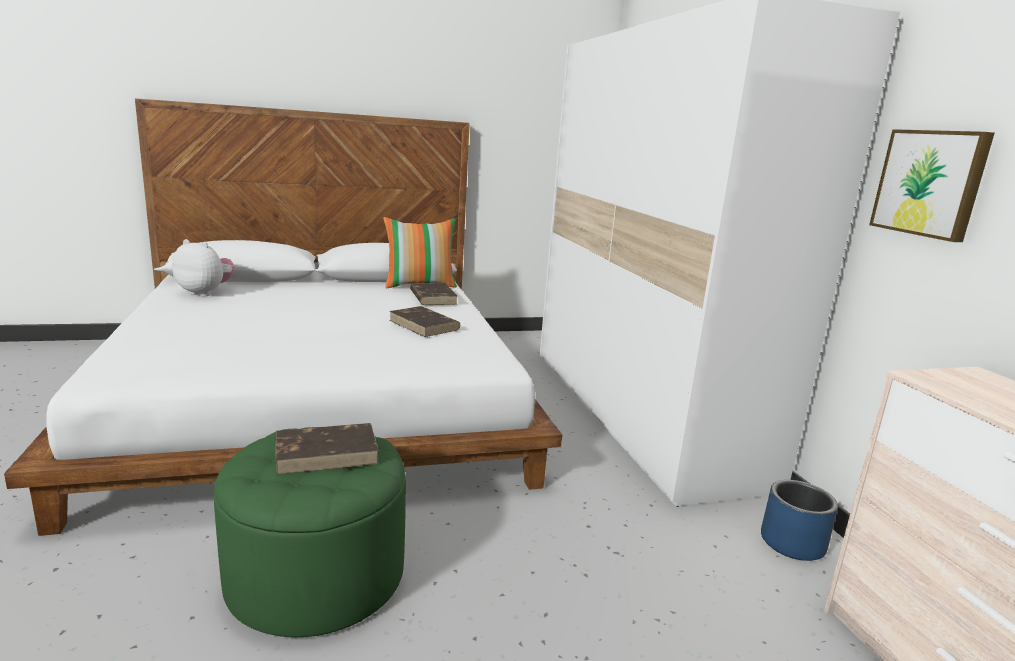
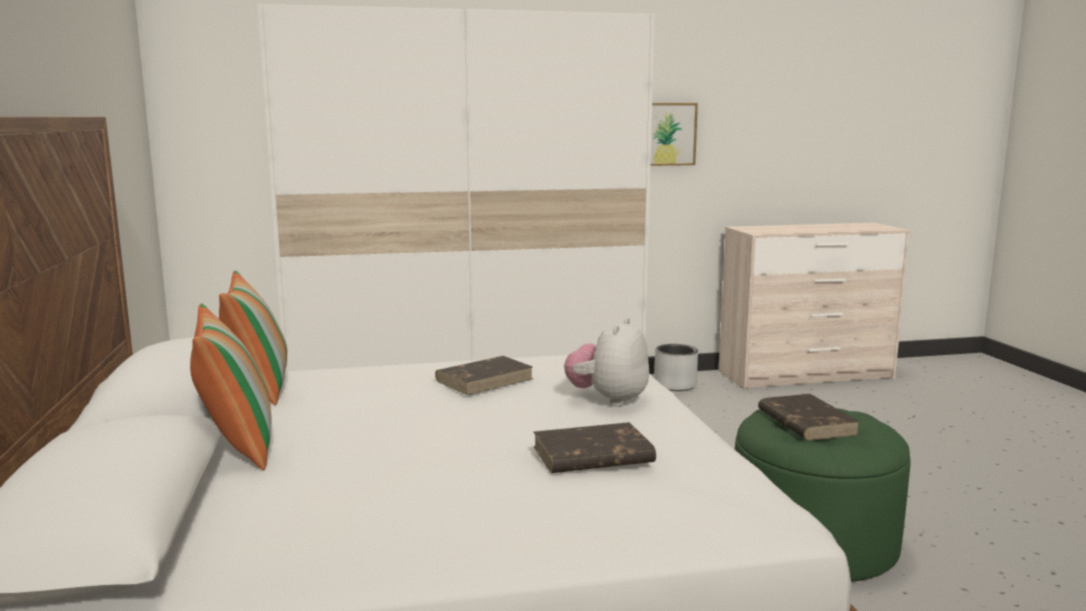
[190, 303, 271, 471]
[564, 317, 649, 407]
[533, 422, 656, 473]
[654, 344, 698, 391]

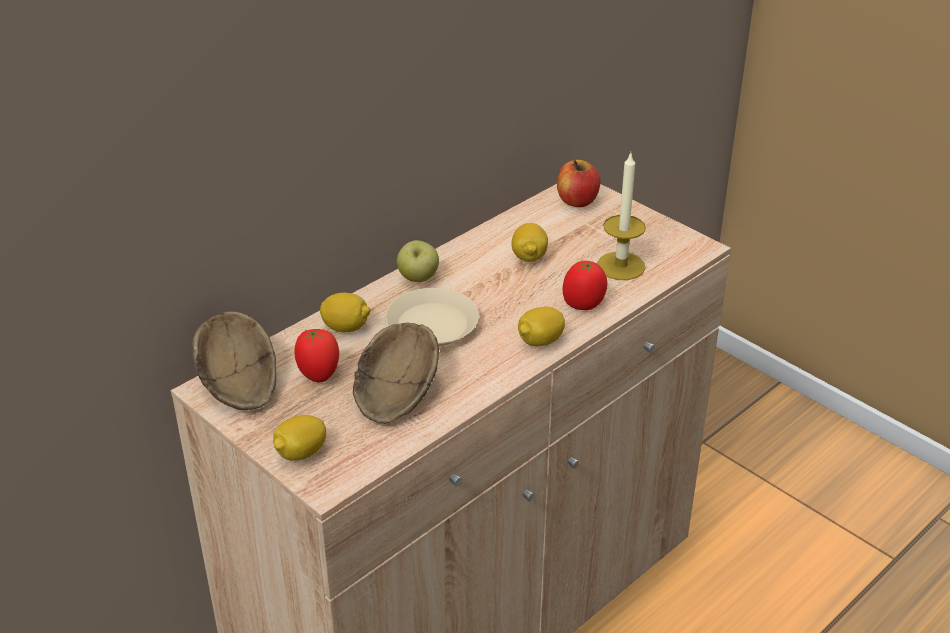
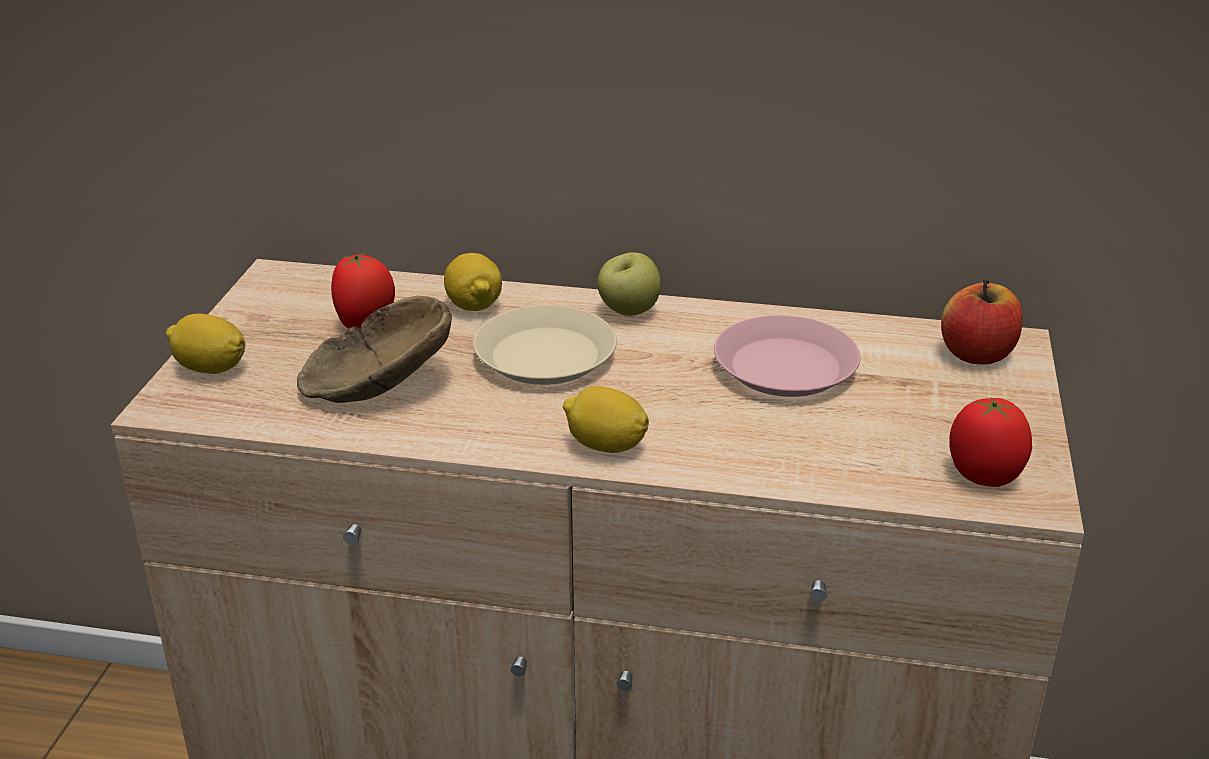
[192, 311, 276, 410] (first image)
[597, 151, 646, 280] (first image)
[949, 397, 1032, 487]
[714, 315, 860, 397]

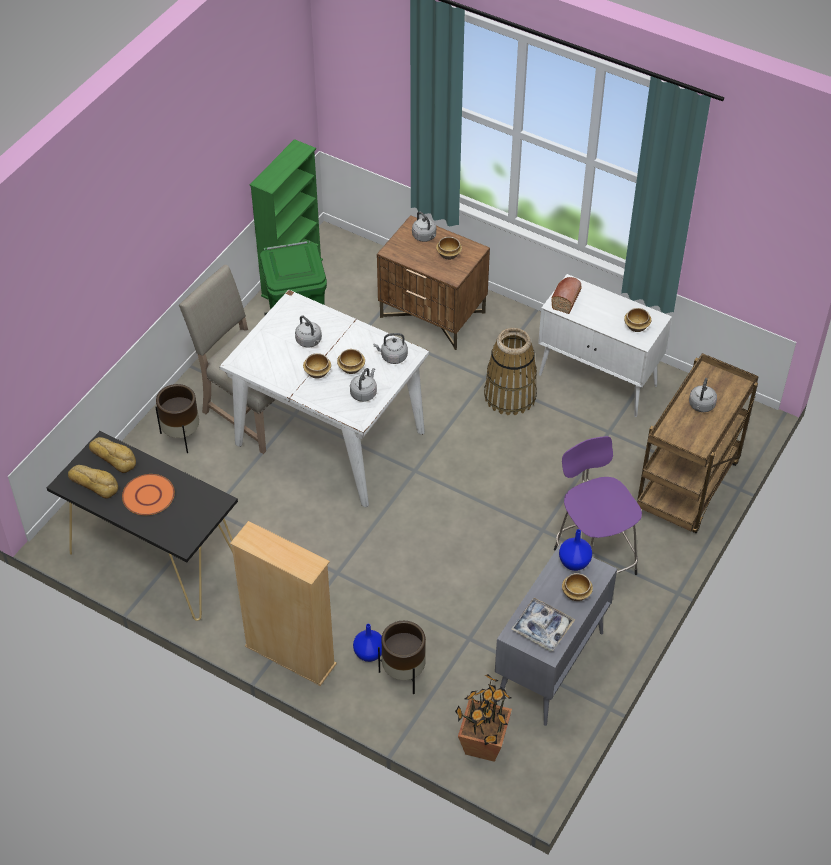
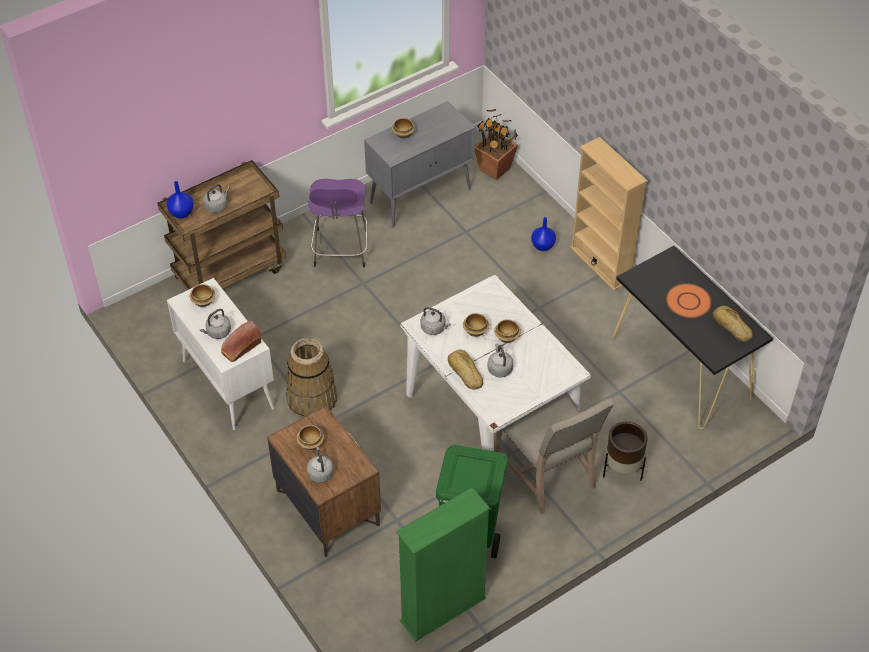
[378, 621, 426, 694] (first image)
[511, 598, 575, 651] (first image)
[448, 350, 483, 390]
[200, 309, 231, 339]
[167, 181, 194, 219]

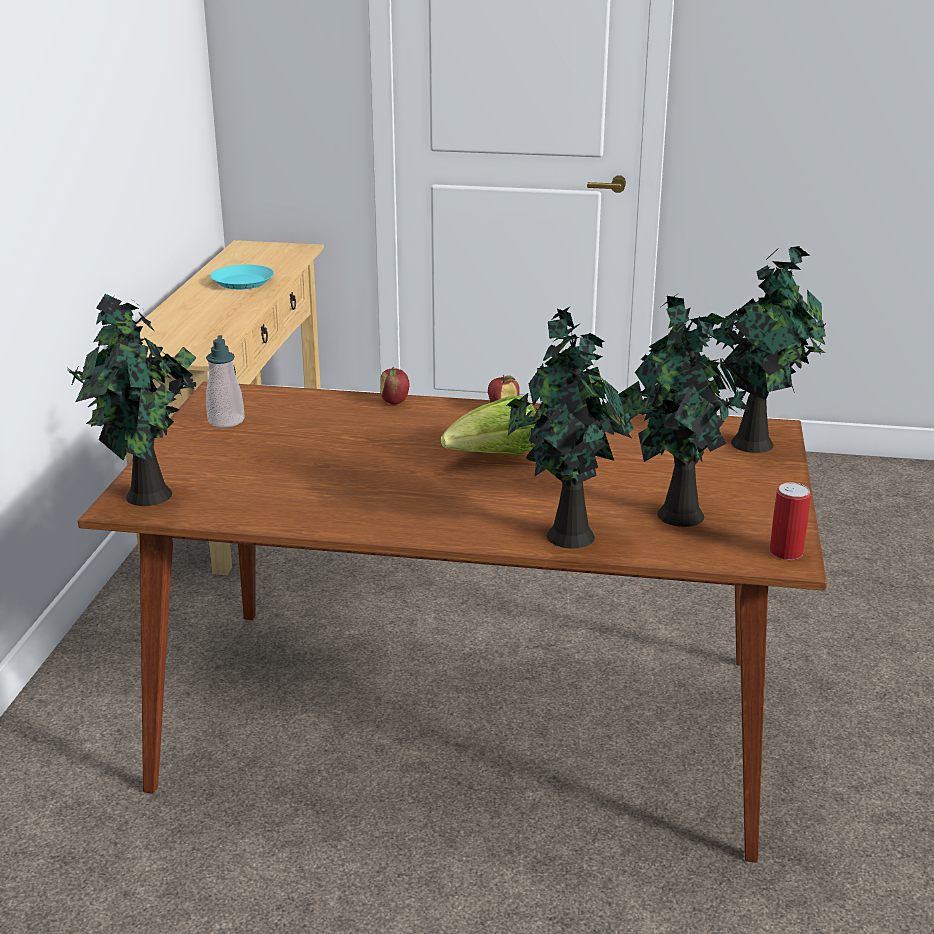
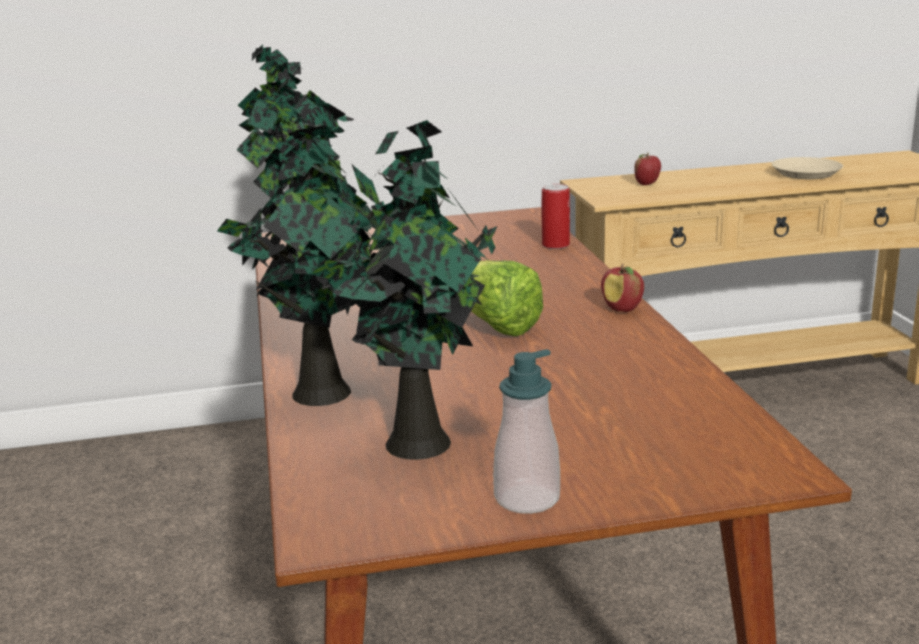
[707, 246, 826, 453] (first image)
[493, 349, 560, 514]
[634, 152, 661, 185]
[542, 184, 570, 249]
[772, 157, 843, 179]

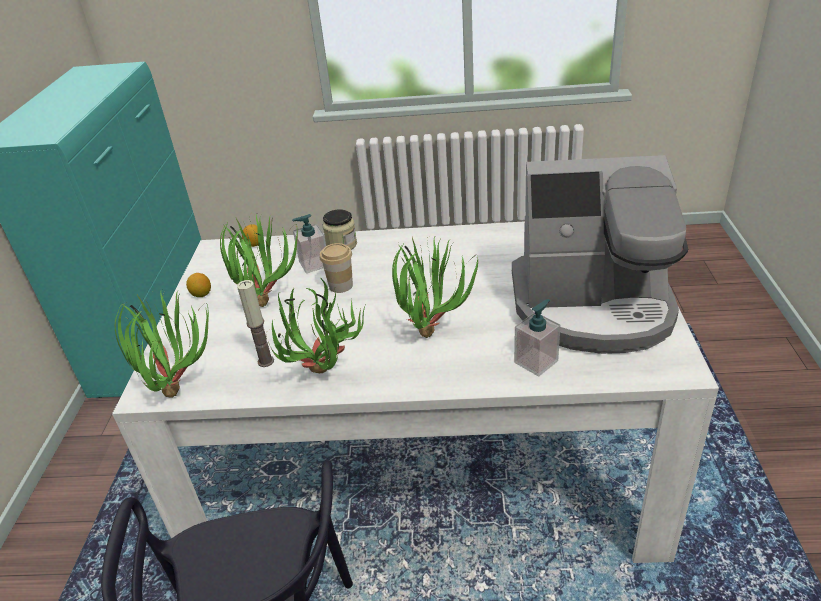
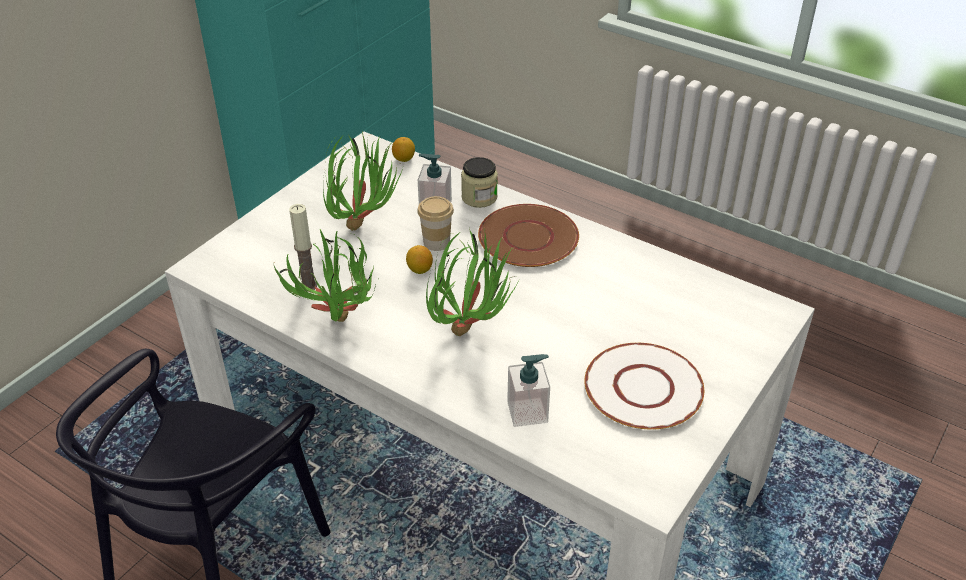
[115, 291, 209, 398] (first image)
[478, 204, 579, 267]
[406, 245, 433, 274]
[584, 343, 704, 430]

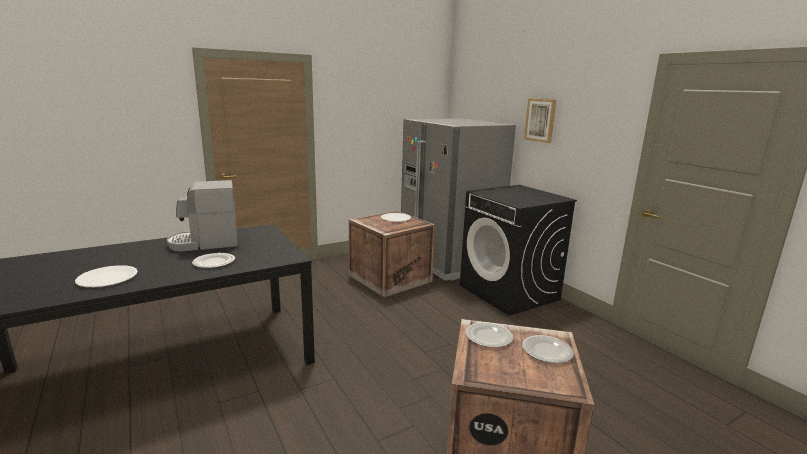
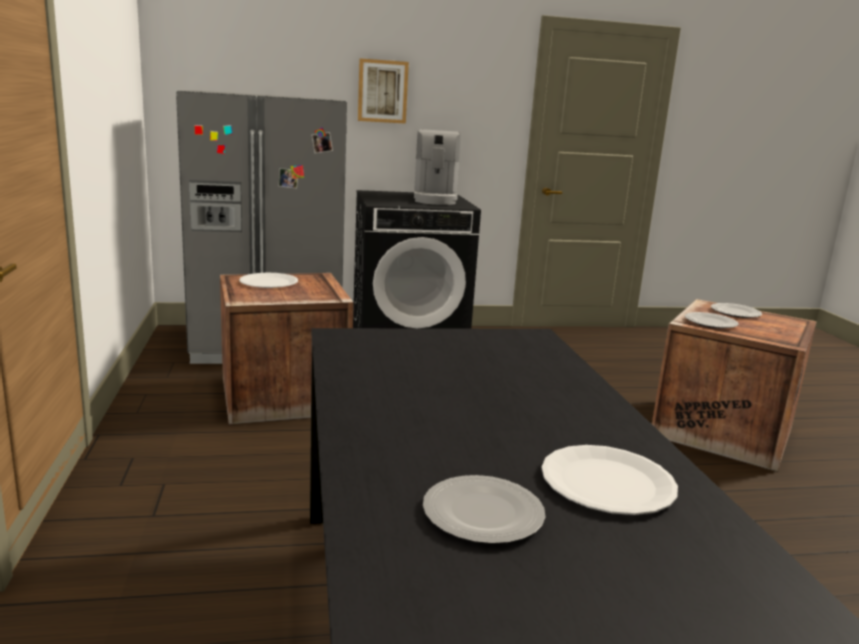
[414, 129, 461, 205]
[423, 475, 546, 544]

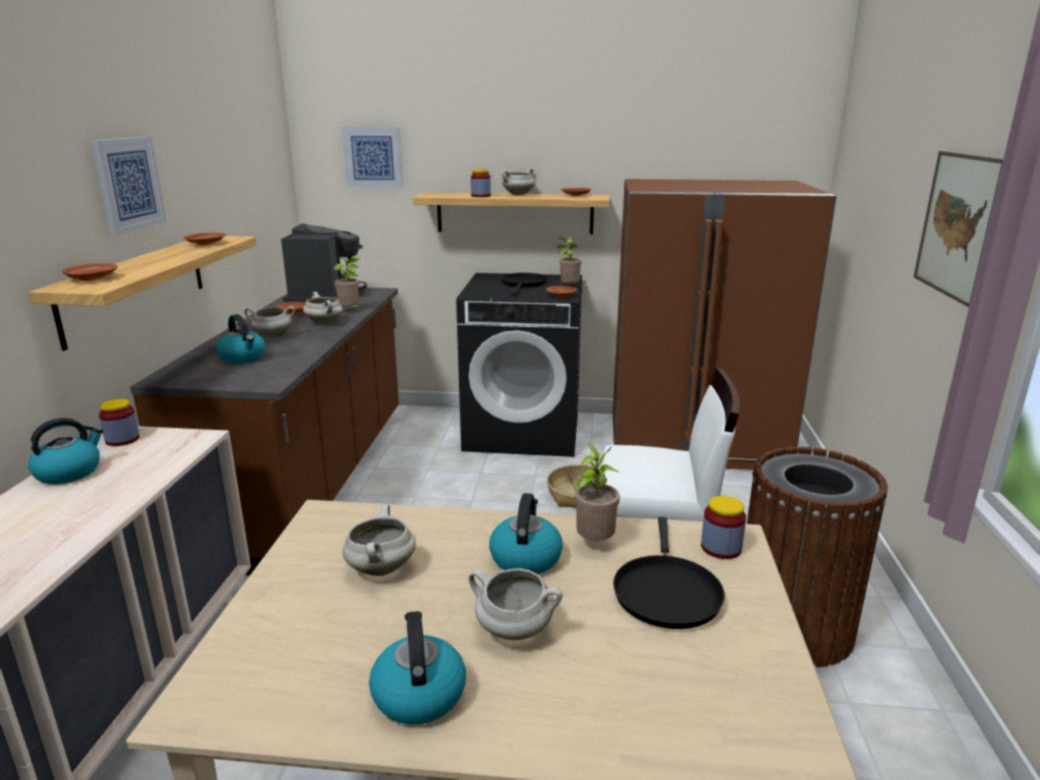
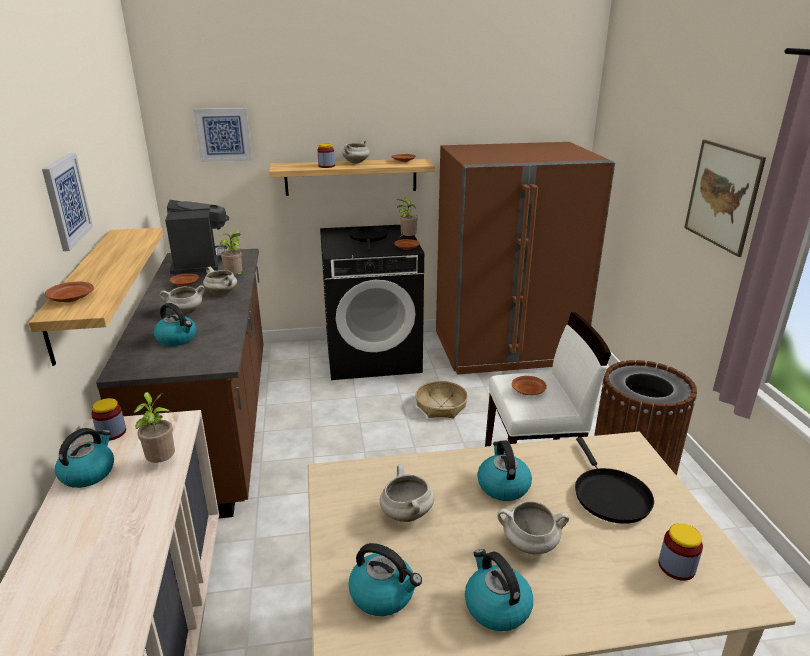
[348, 543, 422, 616]
[512, 376, 547, 395]
[134, 392, 175, 463]
[659, 523, 703, 581]

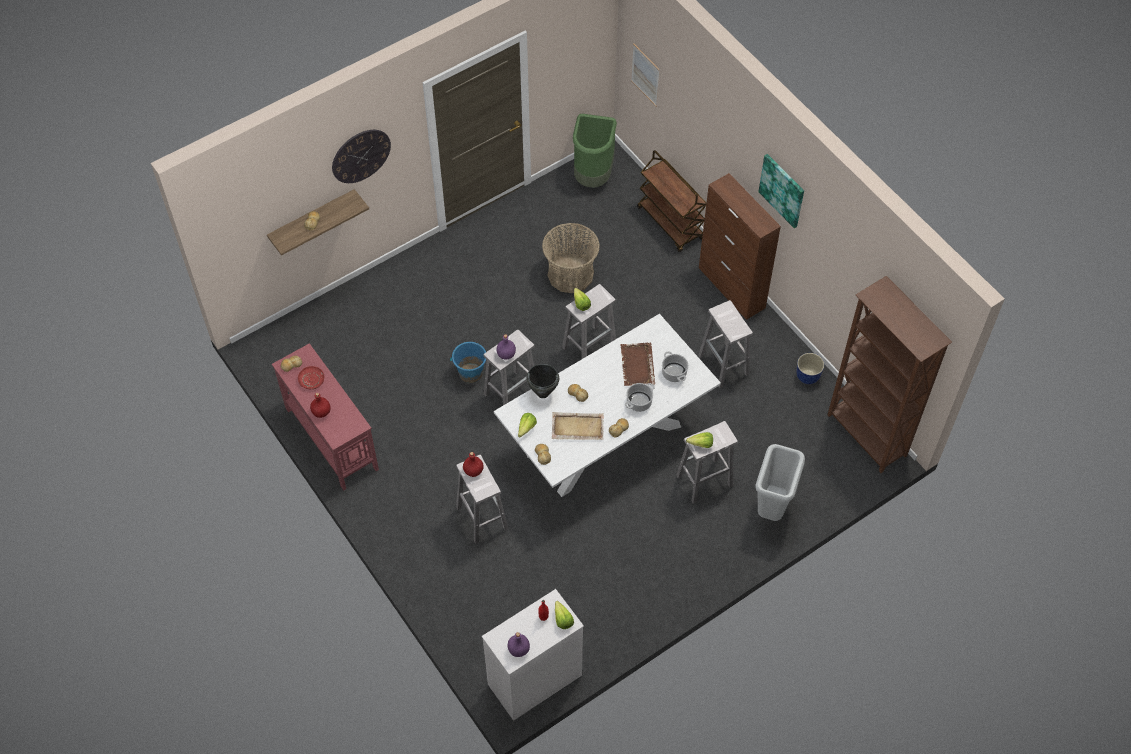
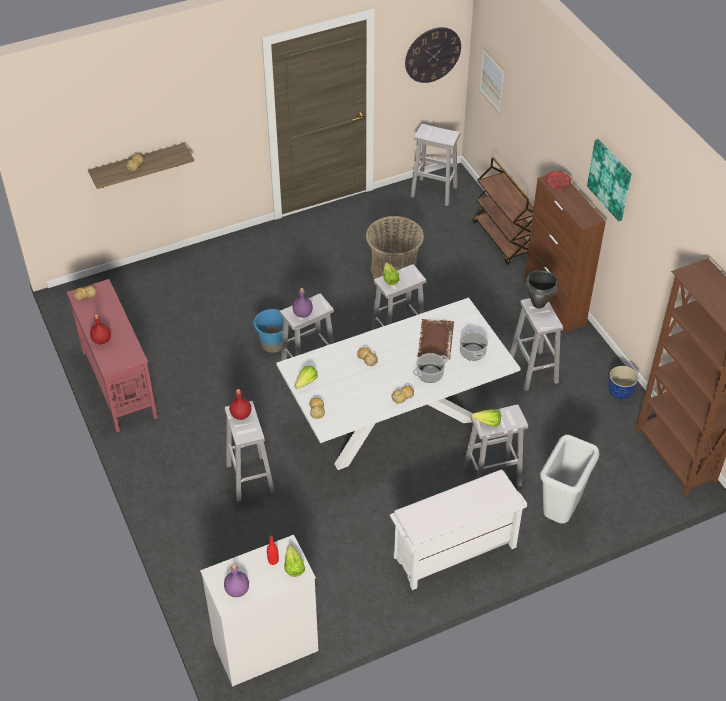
[551, 412, 604, 440] (first image)
[390, 469, 527, 590]
[545, 171, 571, 190]
[405, 27, 461, 83]
[525, 270, 559, 309]
[411, 124, 460, 206]

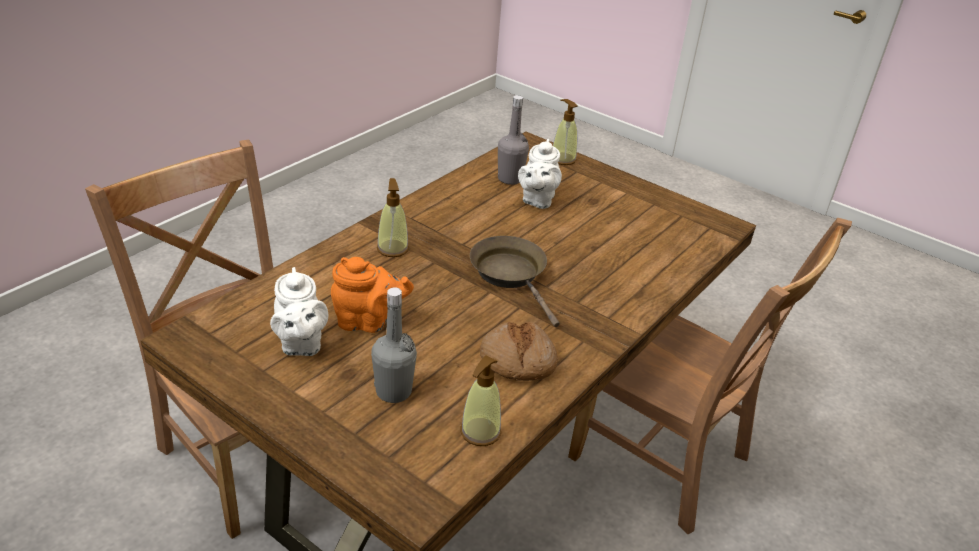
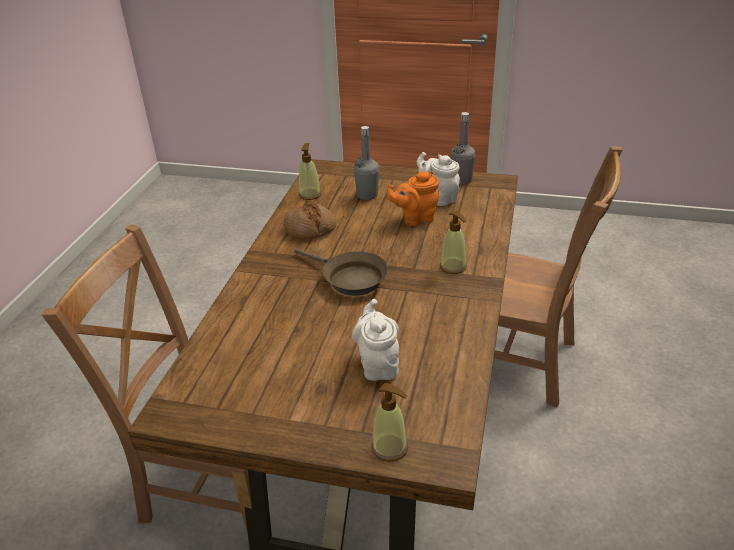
[450, 112, 476, 185]

